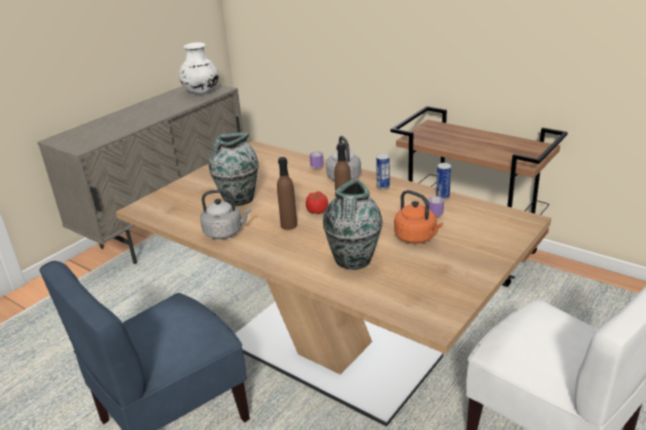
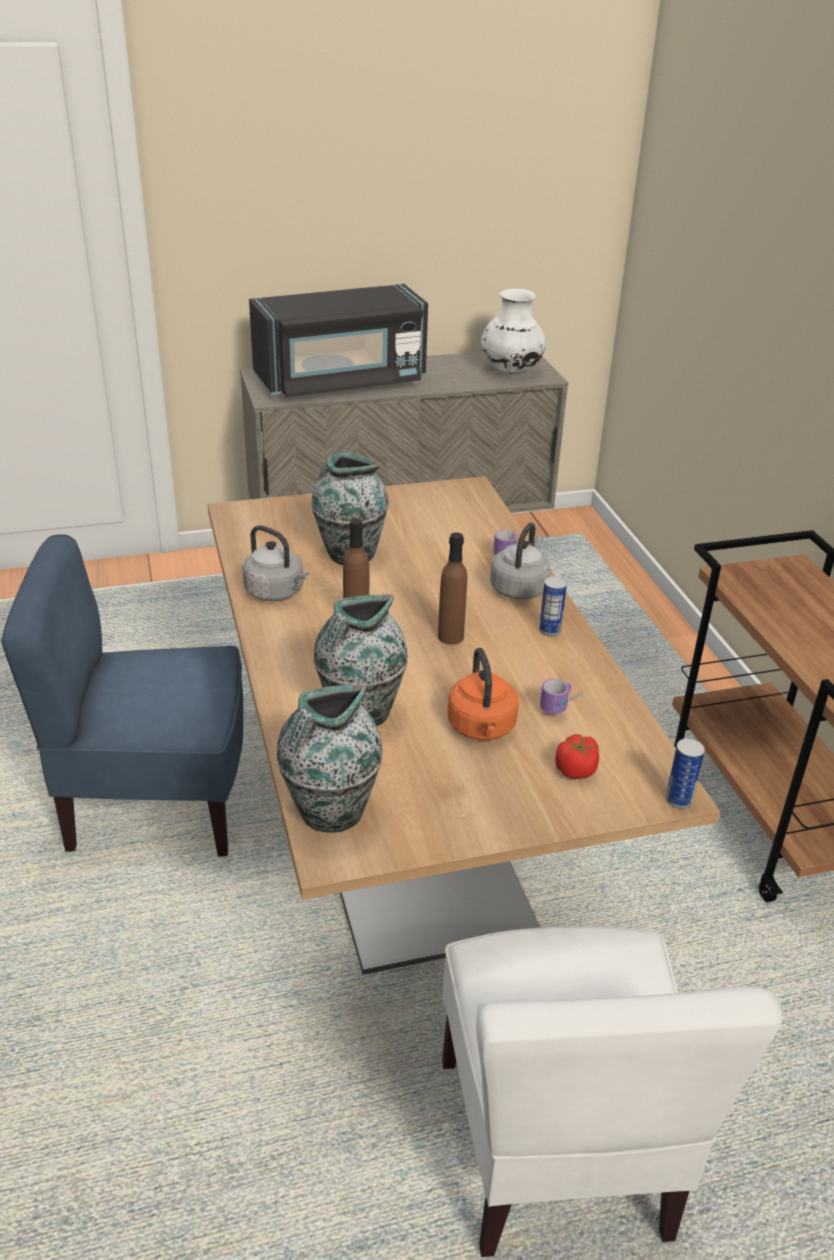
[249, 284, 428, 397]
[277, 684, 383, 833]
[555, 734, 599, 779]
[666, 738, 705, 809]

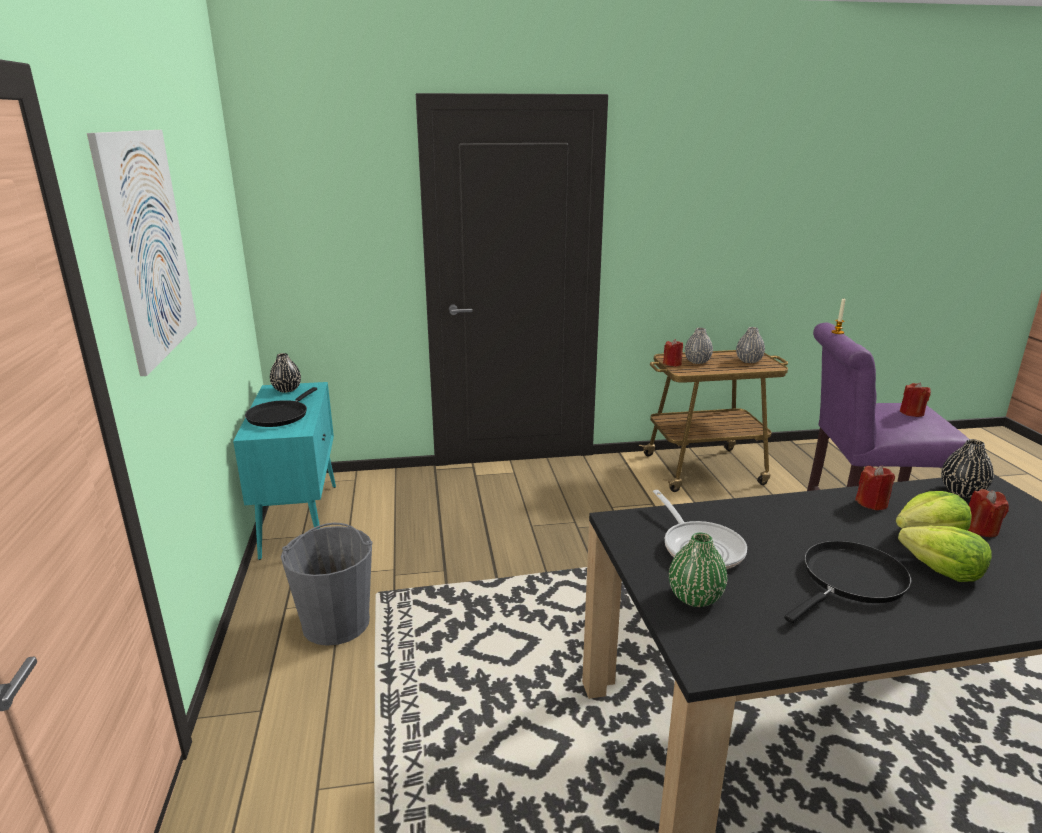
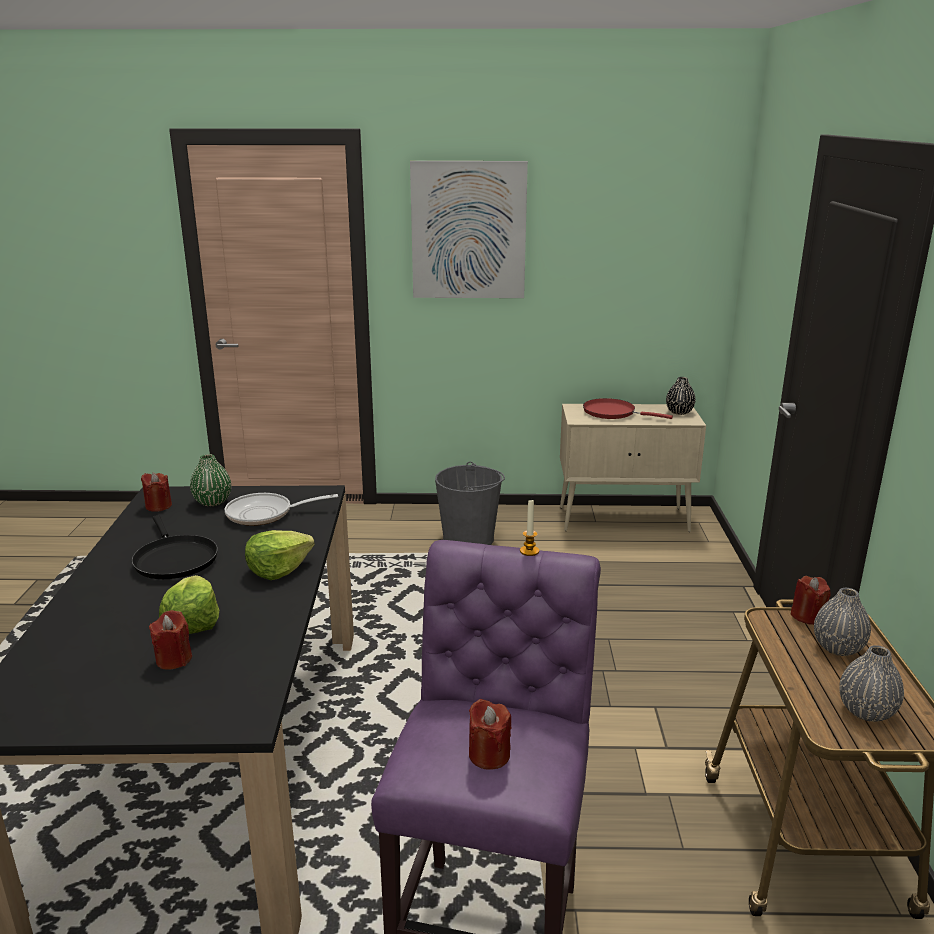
[941, 439, 994, 498] (first image)
[141, 473, 172, 512]
[245, 530, 315, 580]
[560, 404, 706, 532]
[583, 398, 673, 419]

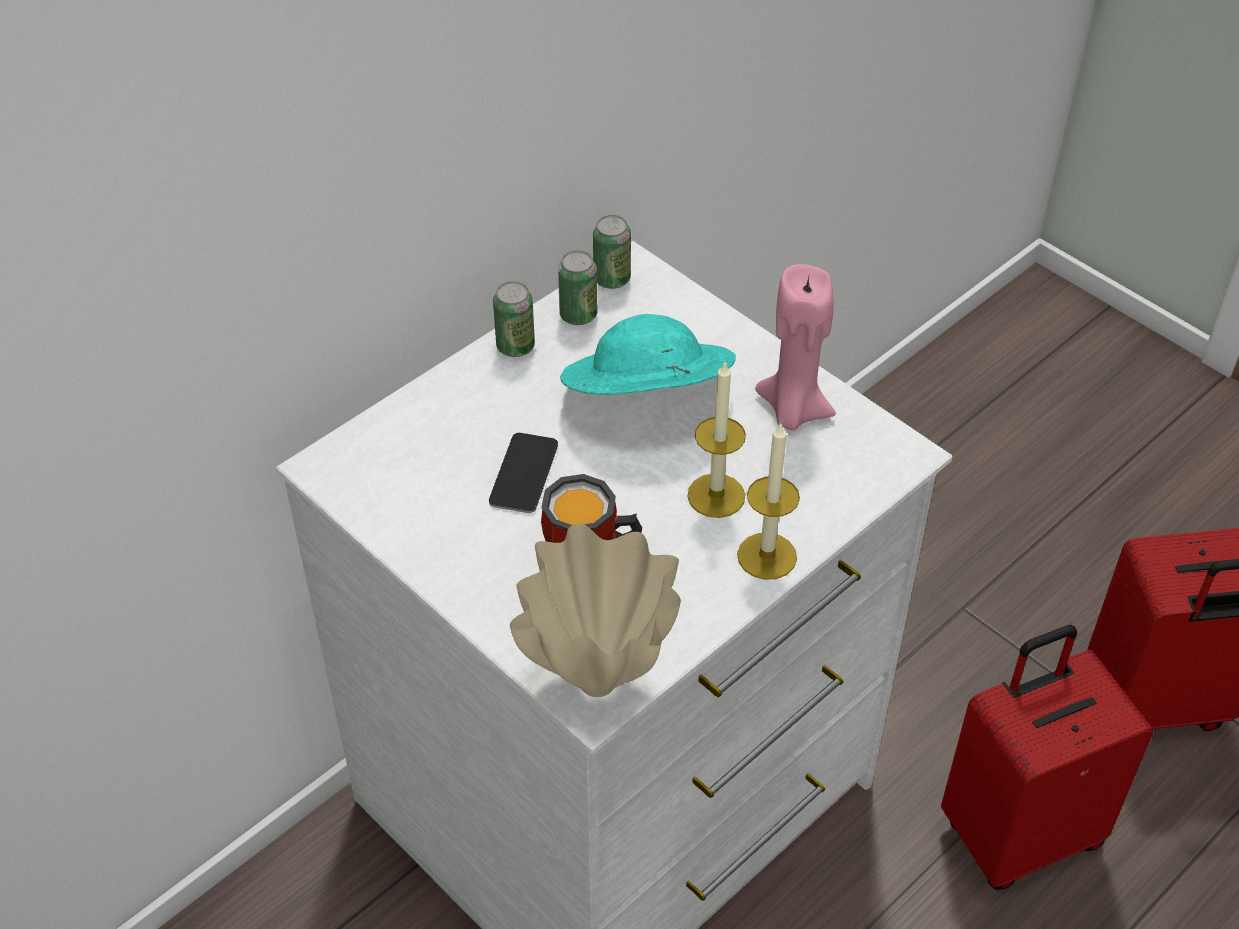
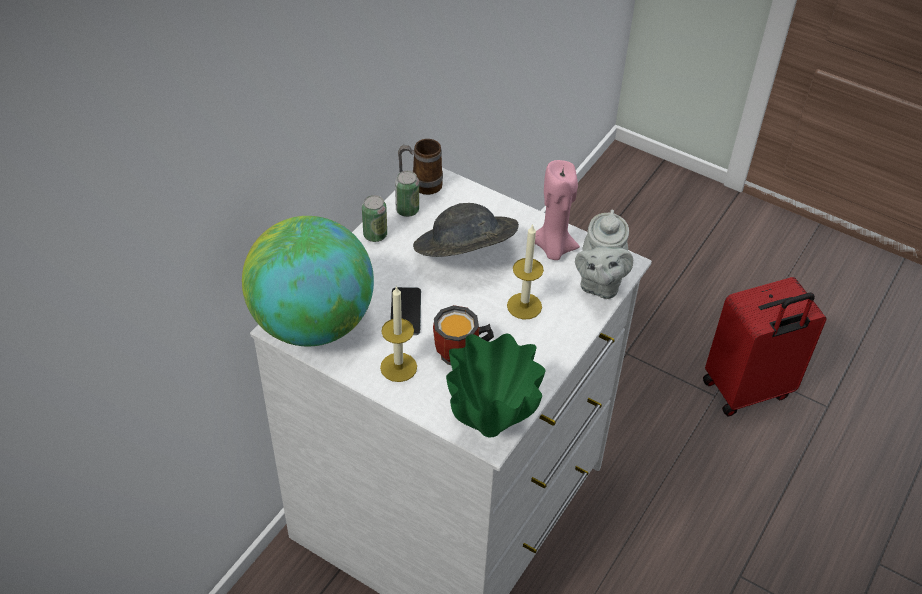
[941, 625, 1154, 890] (first image)
[242, 216, 374, 346]
[575, 210, 633, 299]
[380, 285, 417, 382]
[398, 139, 443, 195]
[446, 334, 545, 437]
[413, 203, 519, 257]

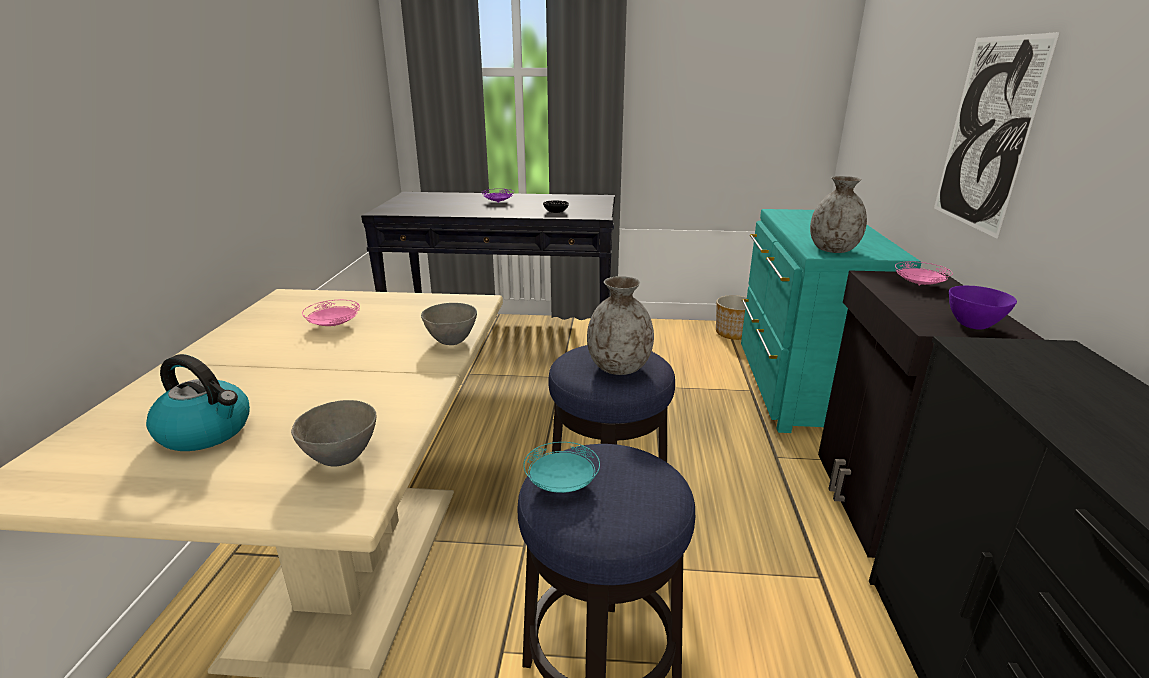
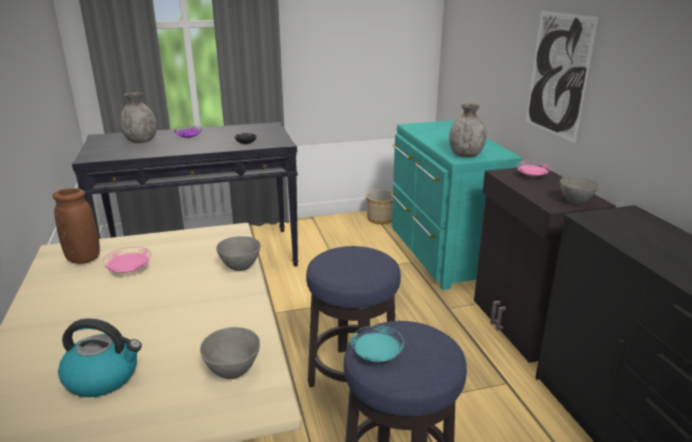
[53, 188, 100, 264]
[120, 92, 157, 143]
[560, 176, 599, 204]

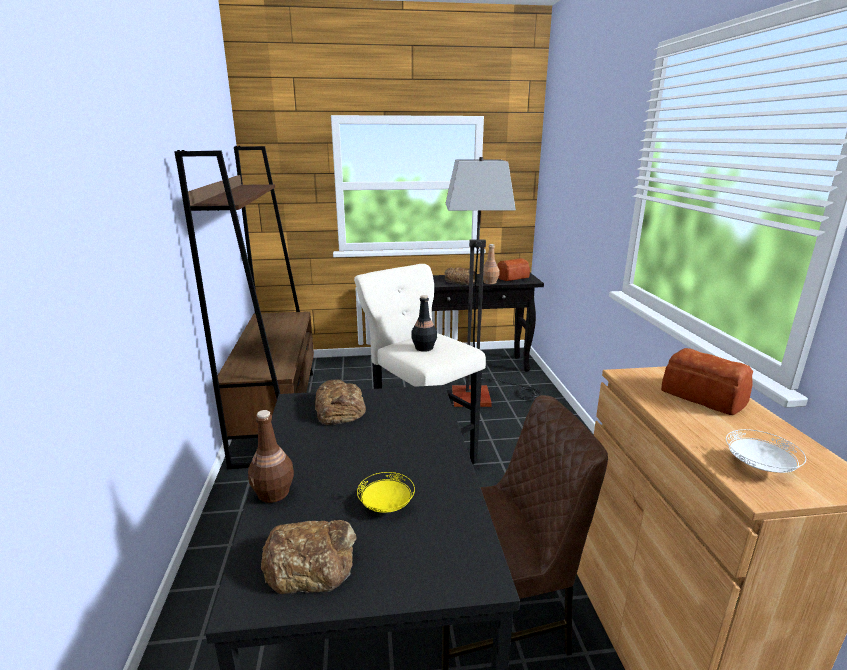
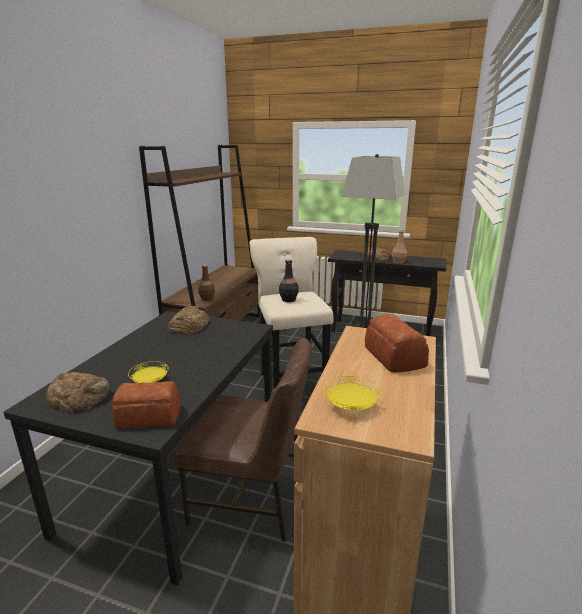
[198, 264, 215, 301]
[112, 381, 180, 428]
[324, 376, 381, 410]

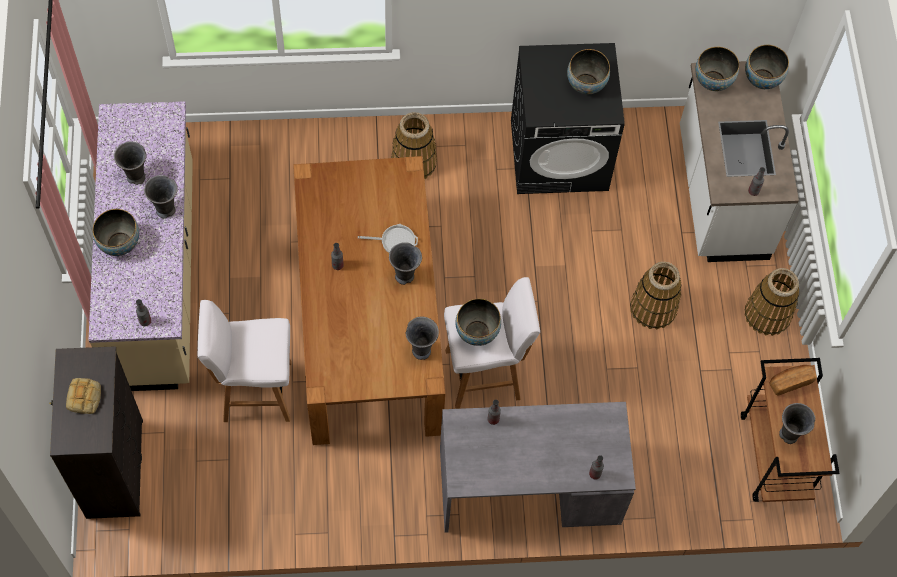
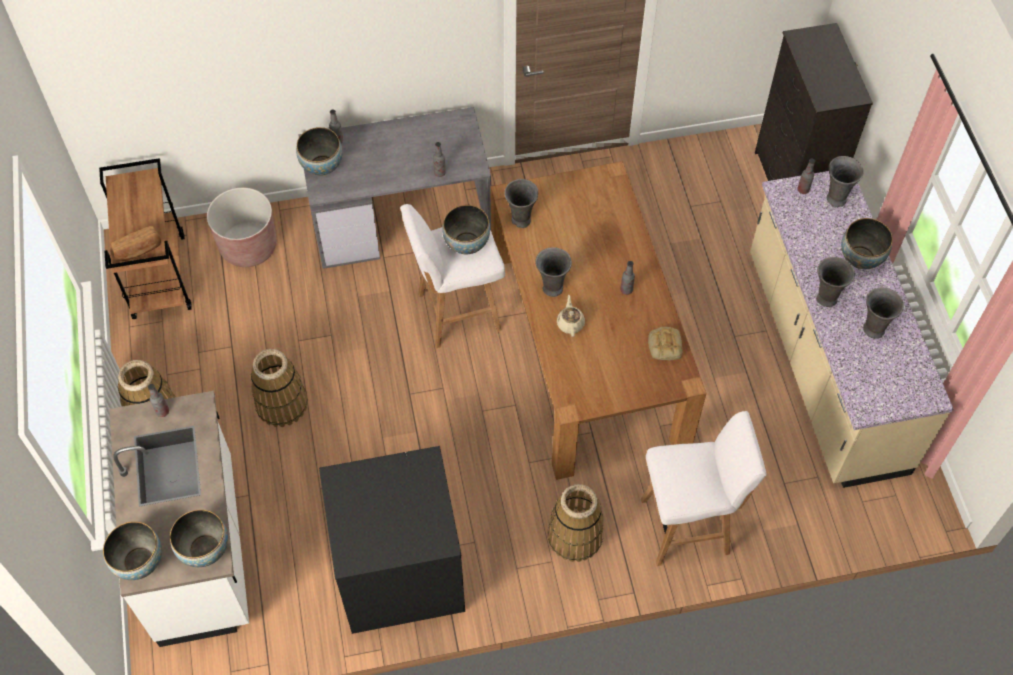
[207, 187, 277, 267]
[648, 326, 683, 360]
[641, 411, 767, 566]
[296, 127, 342, 176]
[827, 156, 864, 207]
[557, 295, 585, 337]

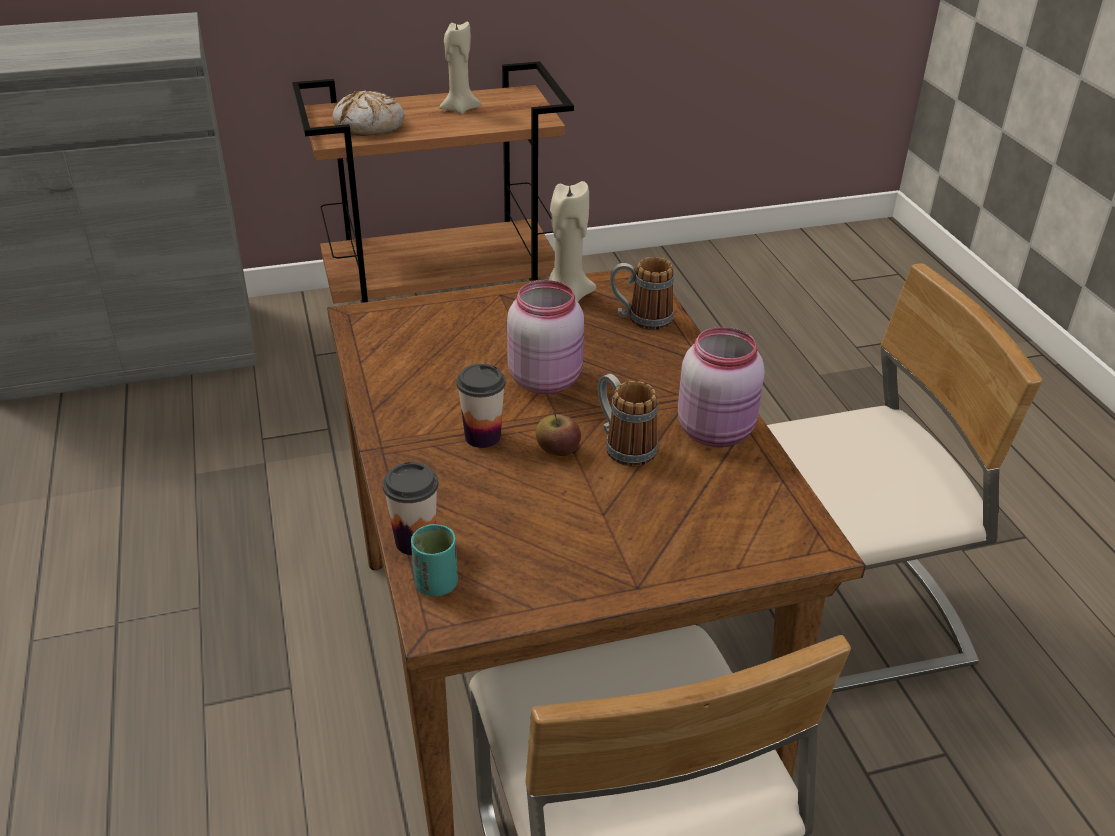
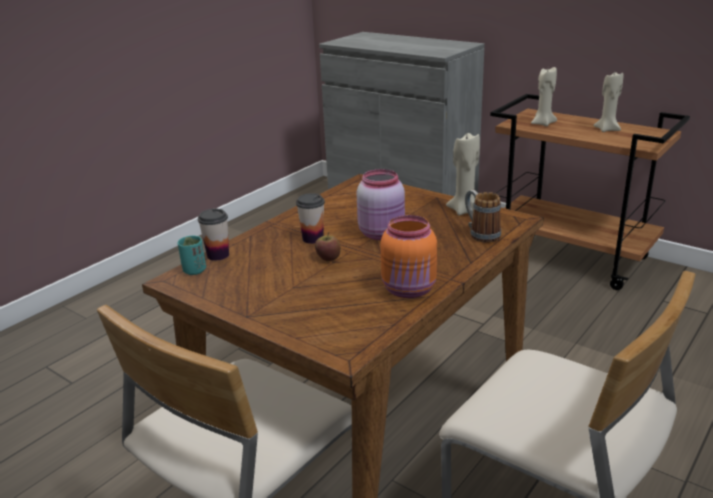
[598, 374, 658, 466] (first image)
[531, 67, 557, 126]
[381, 215, 437, 298]

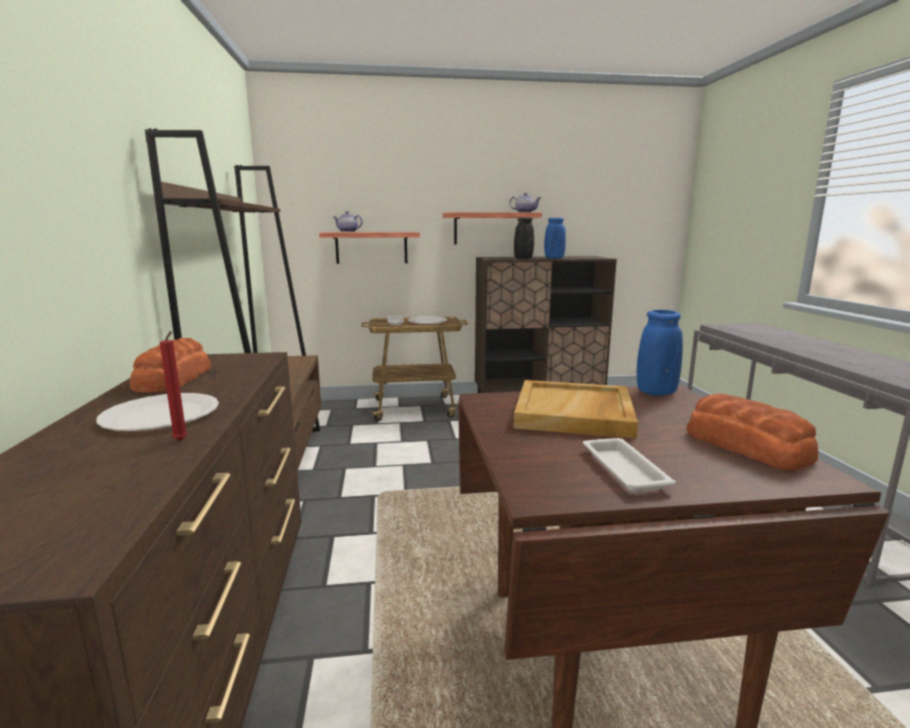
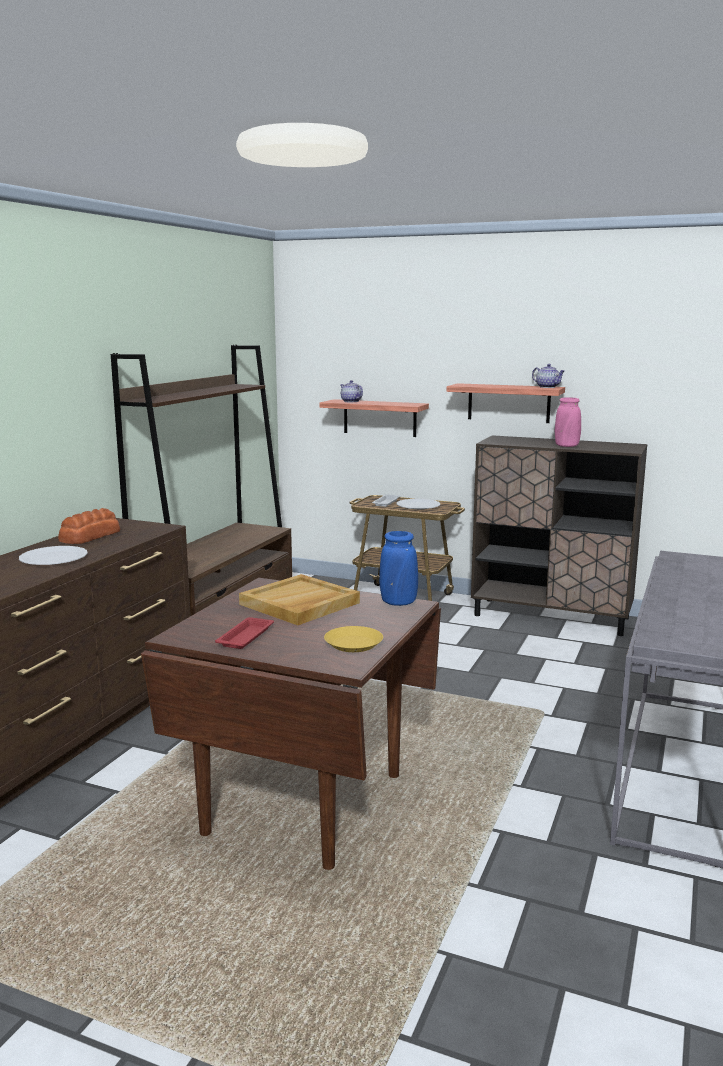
[160, 331, 188, 441] (first image)
[514, 217, 534, 259] (first image)
[324, 626, 383, 652]
[555, 397, 581, 447]
[215, 617, 274, 649]

